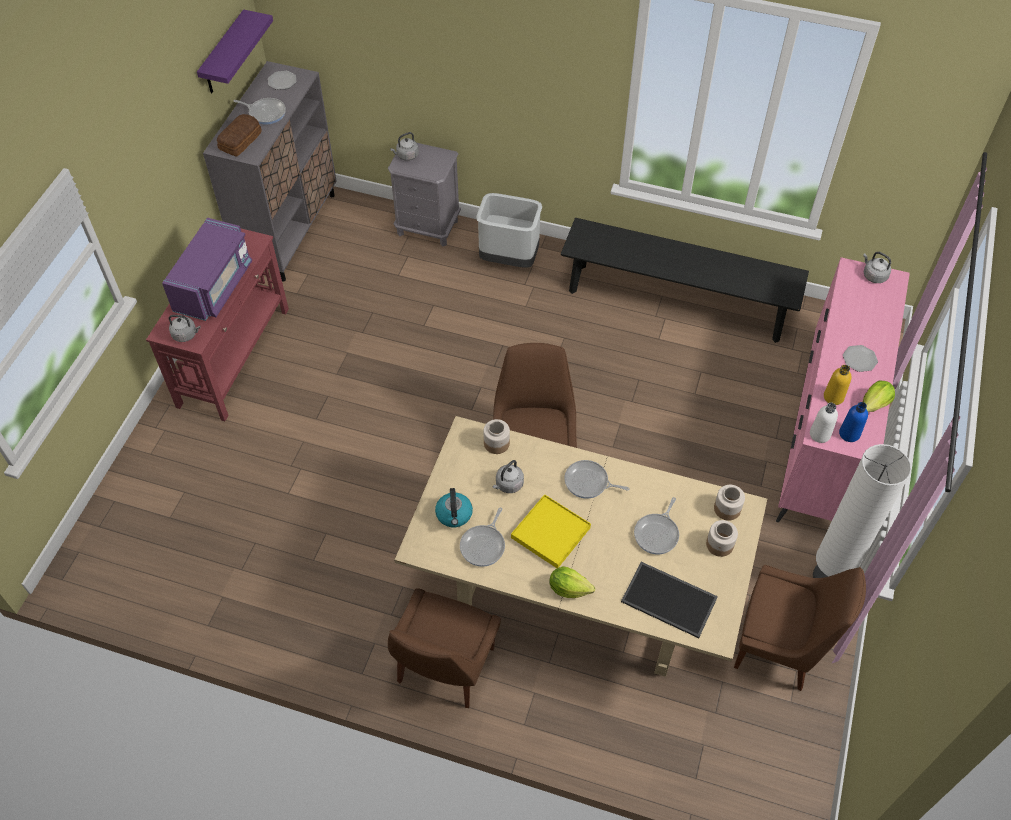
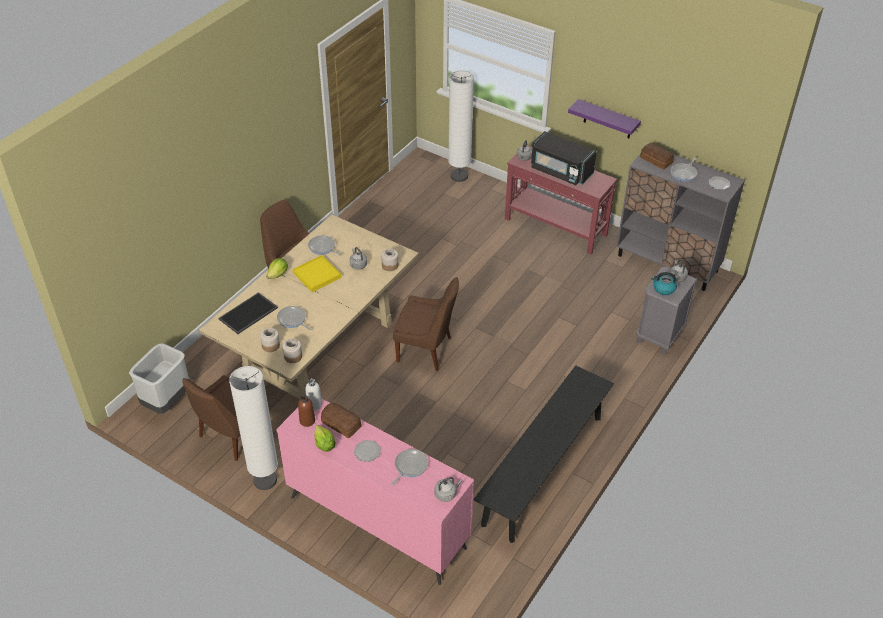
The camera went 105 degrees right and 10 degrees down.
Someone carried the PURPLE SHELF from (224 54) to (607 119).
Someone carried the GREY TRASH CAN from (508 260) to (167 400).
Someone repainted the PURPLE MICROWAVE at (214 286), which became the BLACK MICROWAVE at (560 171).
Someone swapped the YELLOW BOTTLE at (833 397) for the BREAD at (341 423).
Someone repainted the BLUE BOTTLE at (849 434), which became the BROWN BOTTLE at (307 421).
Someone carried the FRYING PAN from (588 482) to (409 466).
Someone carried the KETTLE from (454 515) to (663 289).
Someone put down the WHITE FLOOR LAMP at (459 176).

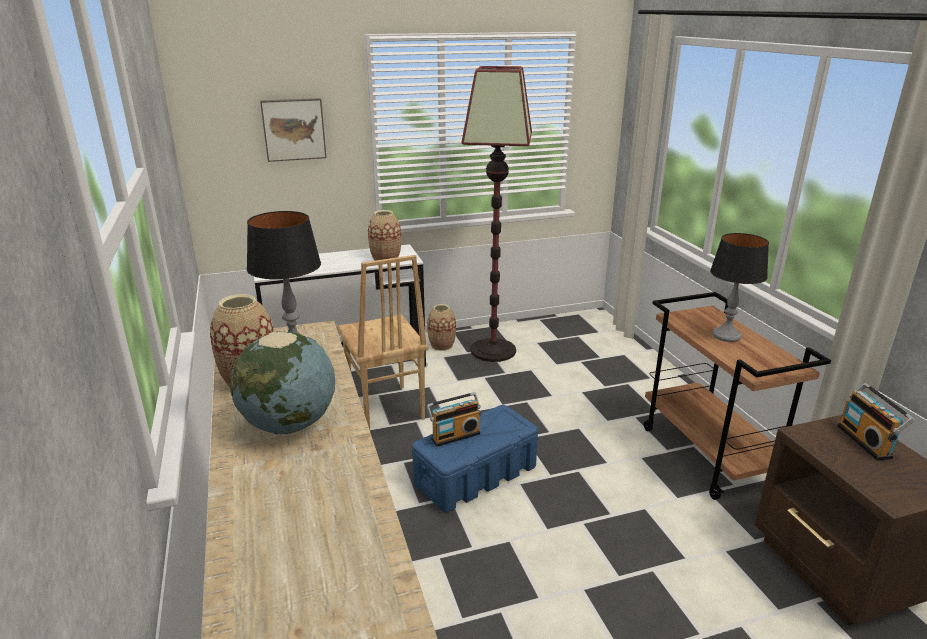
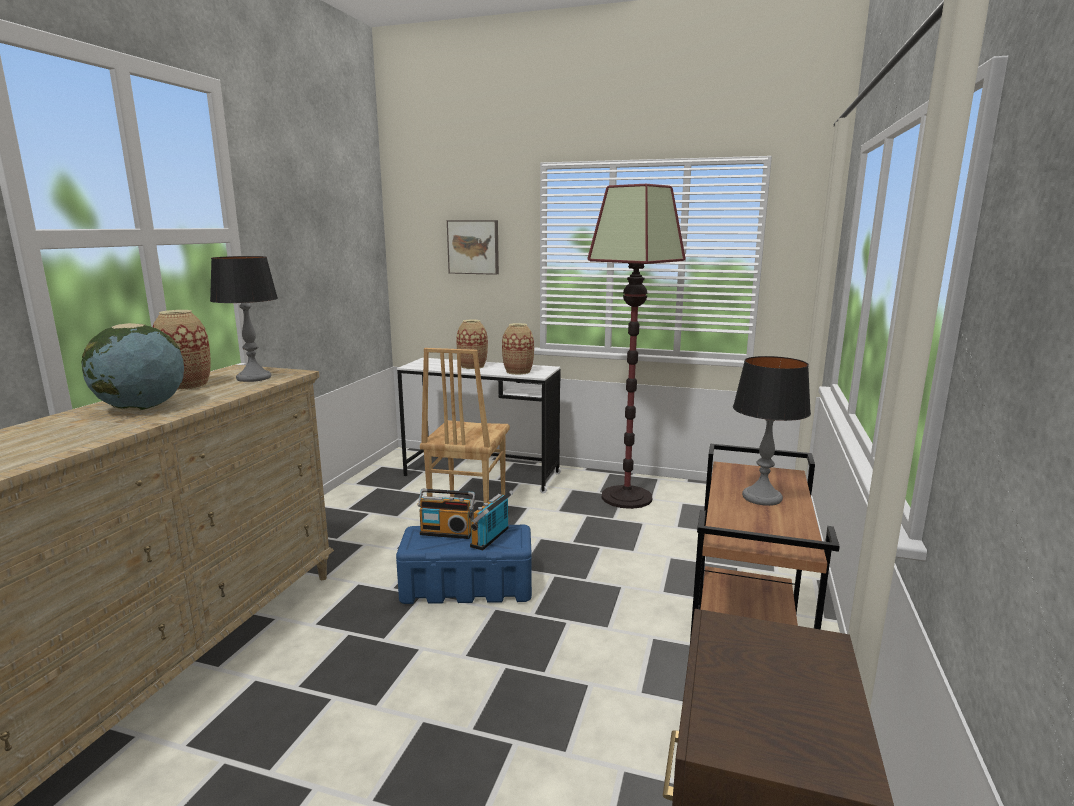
The camera went 35 degrees right and 10 degrees down.
Someone carried the VASE from (441 345) to (472 366).
Someone carried the RADIO from (866 441) to (492 538).

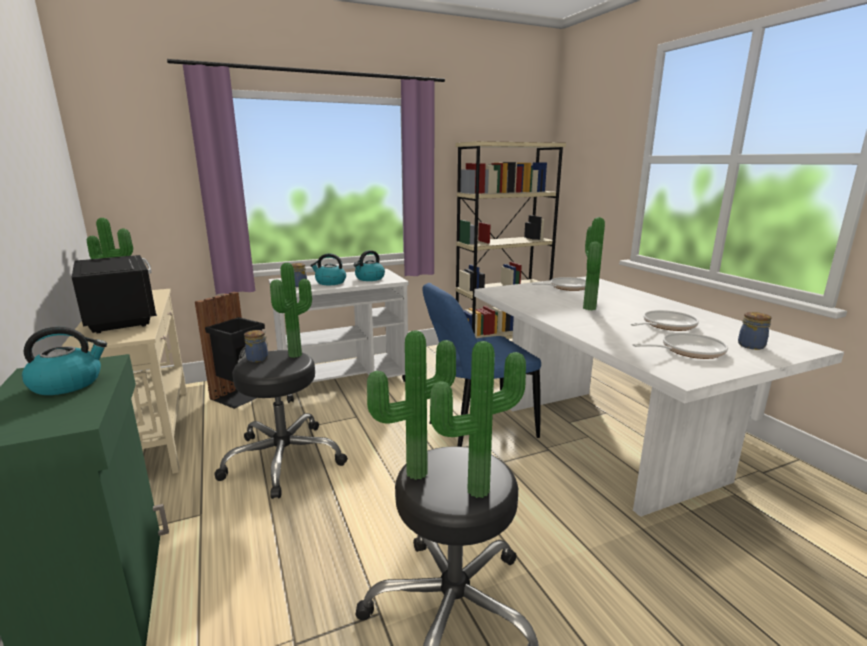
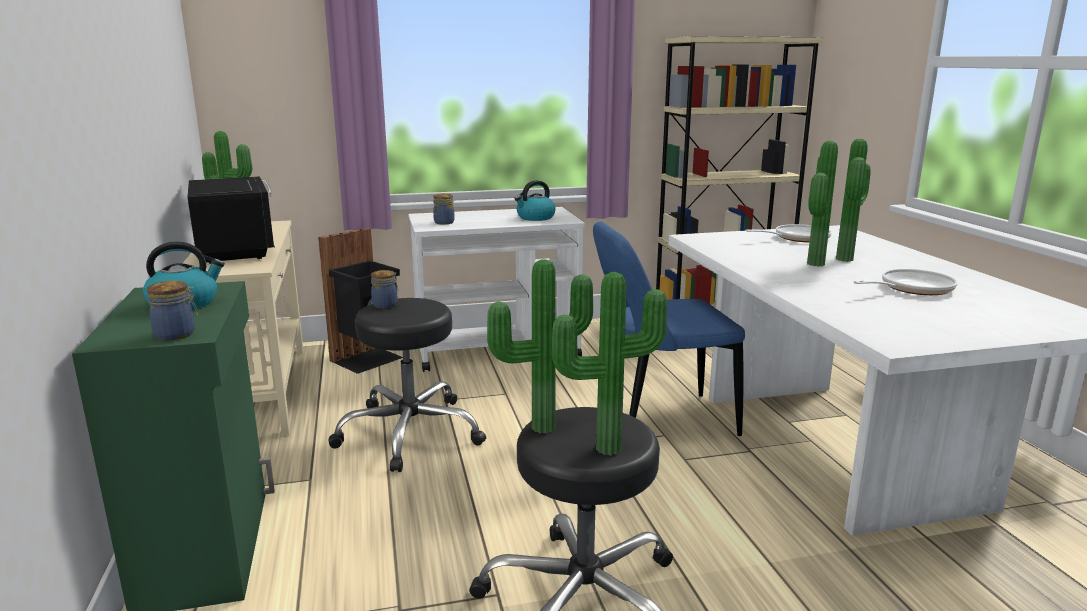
The camera went 10 degrees right and 0 degrees up.
Someone took away the KETTLE at (330 282).
Someone carried the POTTED PLANT from (297 355) to (848 259).
Someone carried the JAR from (752 345) to (177 334).
Someone took away the FRYING PAN at (687 351).

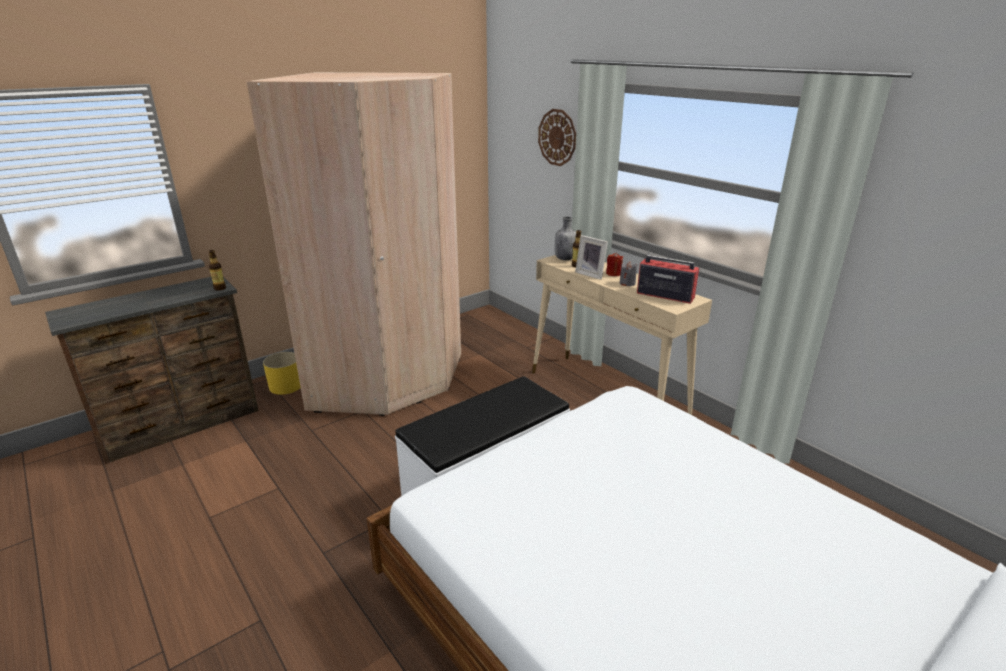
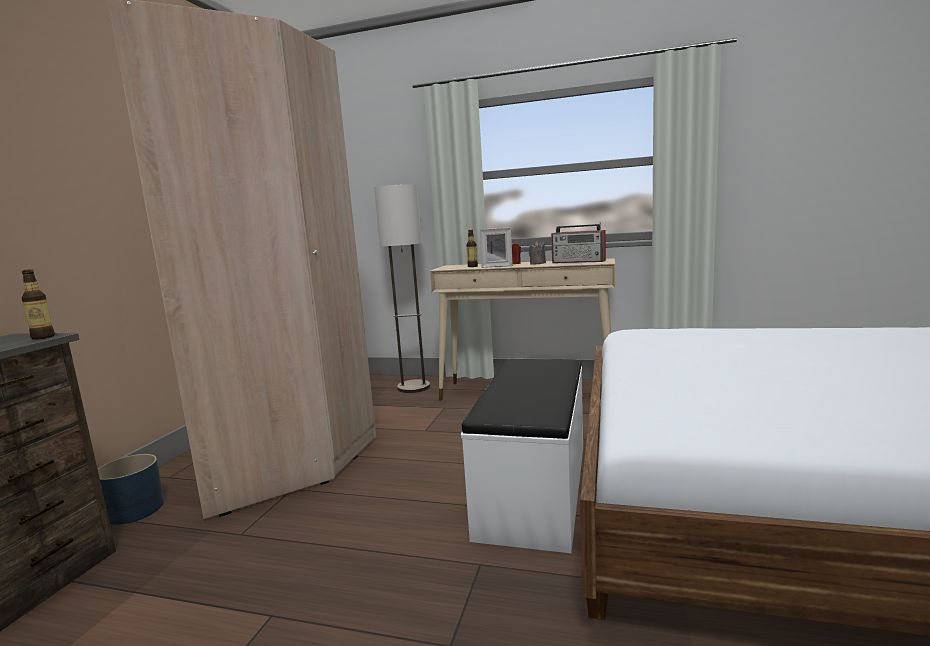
The camera went 35 degrees left and 15 degrees down.
Someone took away the WALL CLOCK at (557 137).
Someone took away the GREY BOTTLE at (565 259).
Someone rotated the RADIO at (664 295) by 150 degrees counterclockwise.
Someone repainted the YELLOW PLANTER at (286 386), which became the BLUE PLANTER at (134 510).
Someone put down the FLOOR LAMP at (413 387).

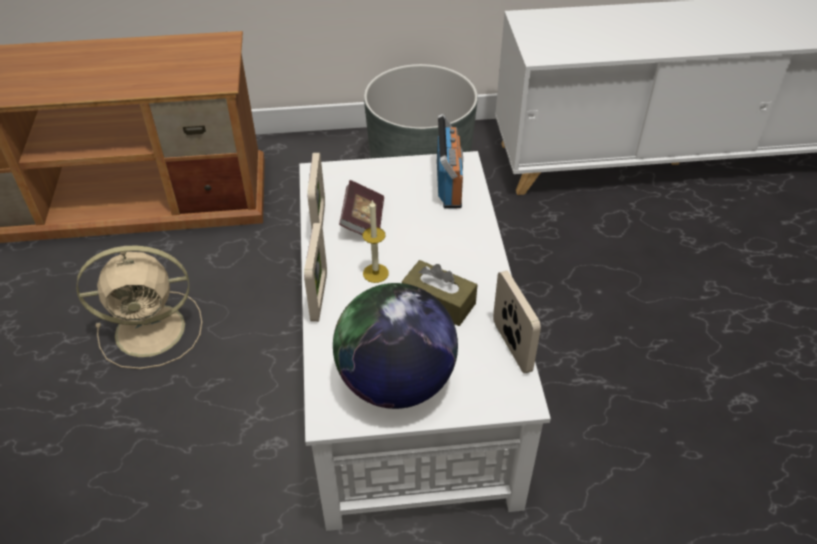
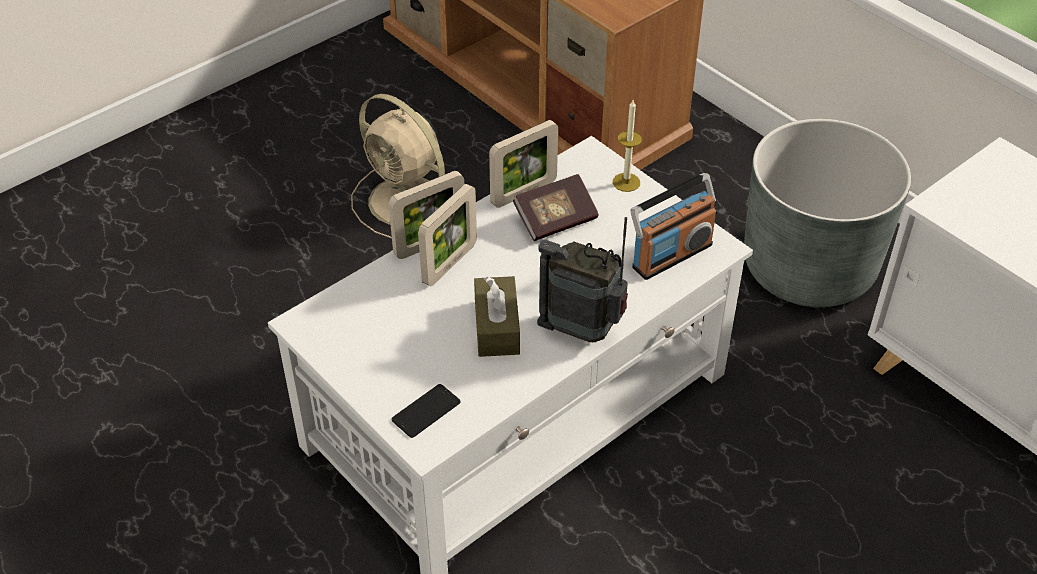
The camera went 55 degrees right and 0 degrees up.
Someone carried the CANDLE from (375 273) to (626 182).
Someone carried the PICTURE FRAME from (511 346) to (450 264).
Someone took away the GLOBE at (396 382).
Someone put down the RADIO at (582 331).
Someone put down the PHONE at (426 411).

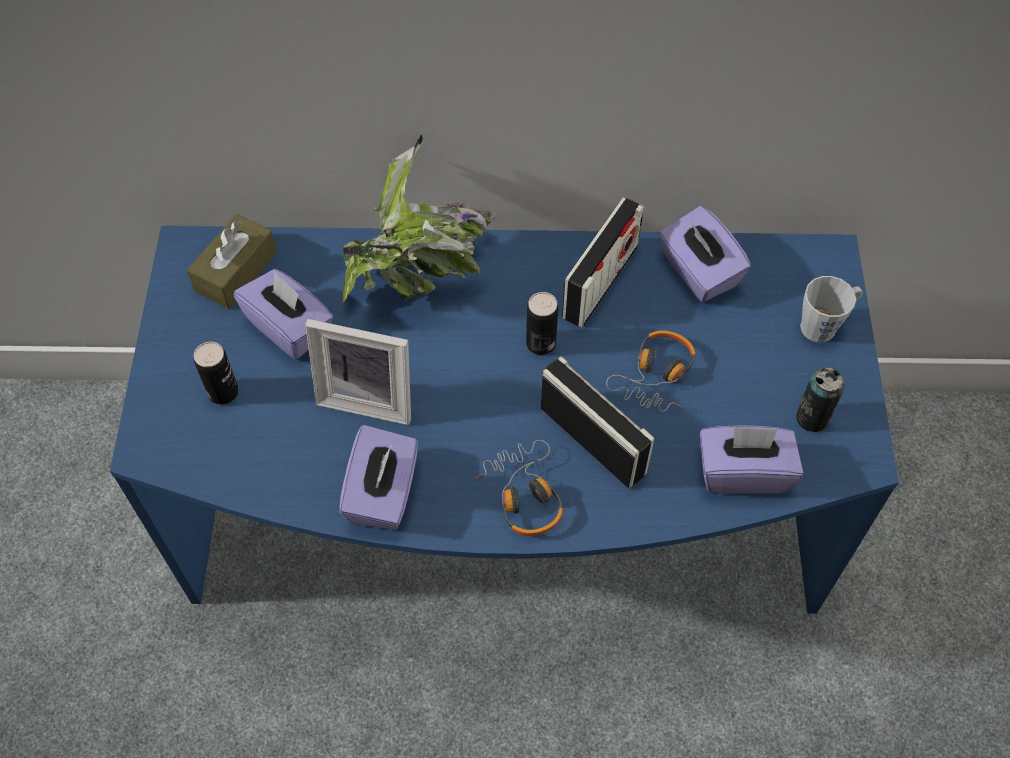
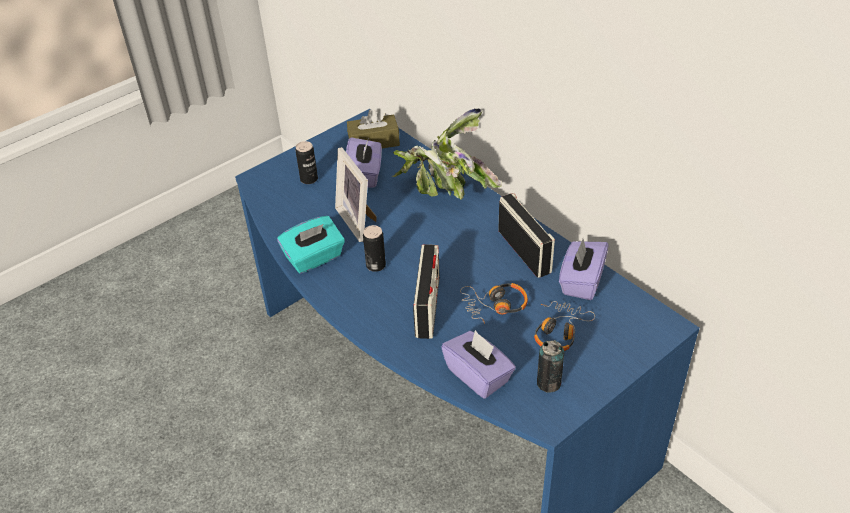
The camera went 50 degrees right and 15 degrees down.
Someone rotated the RADIO at (600 282) by 105 degrees counterclockwise.
Someone took away the GREY MUG at (824 325).
Someone carried the CAN from (541 343) to (376 265).
Someone repainted the PURPLE TISSUE BOX at (383 494), which became the TURQUOISE TISSUE BOX at (314 258).
Someone carried the HEADPHONES from (524 495) to (559 331).

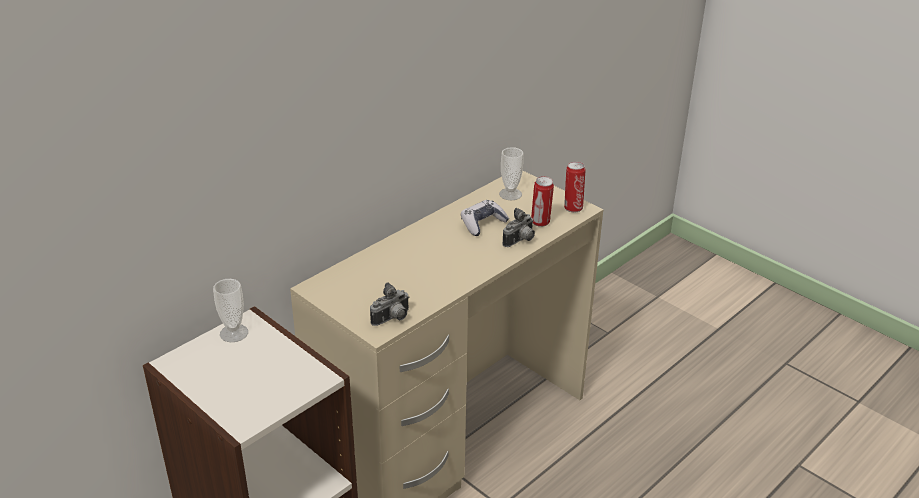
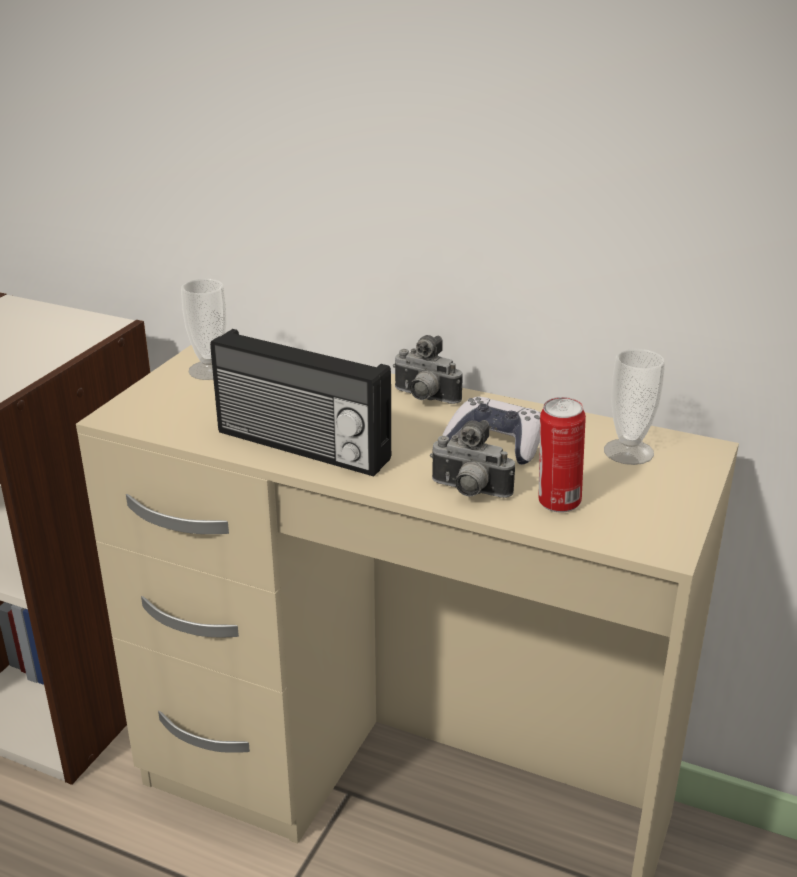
The camera went 70 degrees right and 5 degrees down.
Someone took away the CAN at (573 208).
Someone carried the CUP from (234 333) to (210 370).
Someone carried the PHOTO CAMERA from (392 319) to (424 398).
Someone put down the RADIO at (301 447).

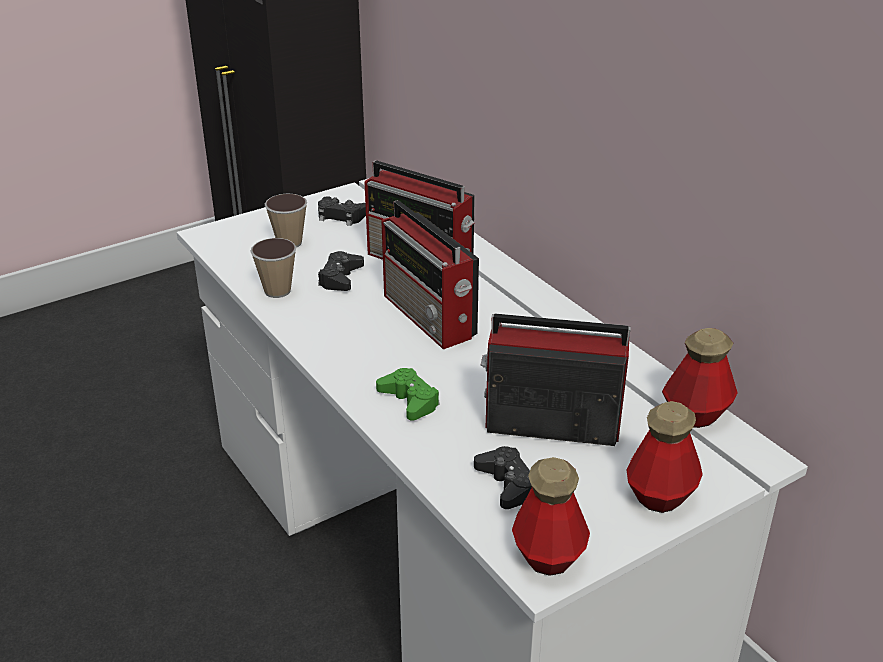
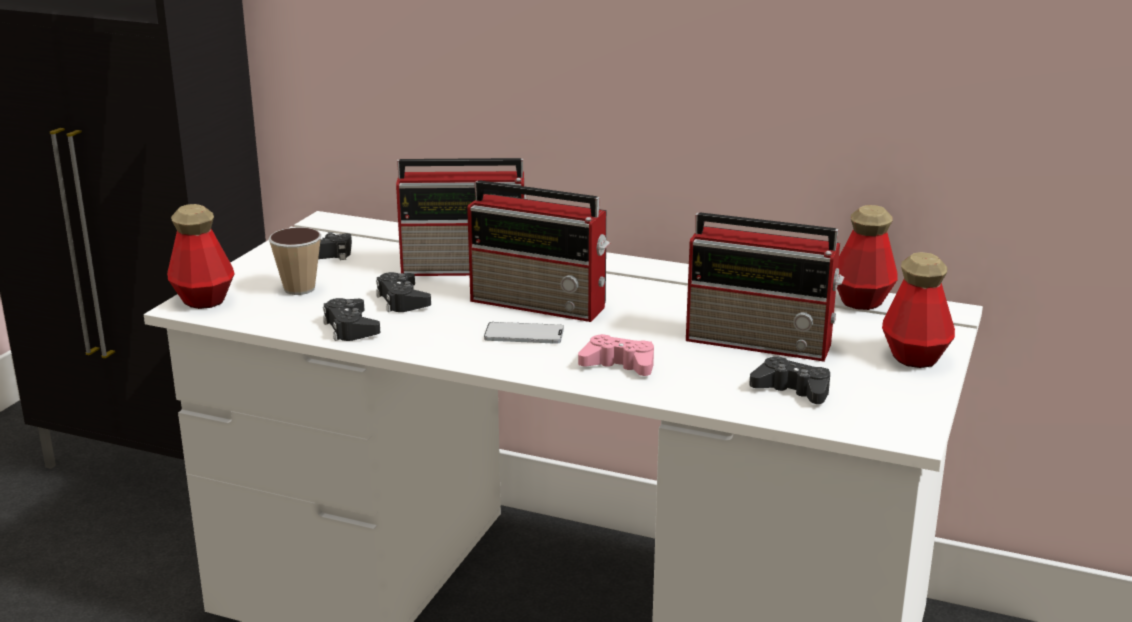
The camera went 35 degrees left and 10 degrees down.
Someone swapped the CUP at (277 291) for the BLACK GAME CONTROLLER at (350 328).
Someone rotated the RADIO at (548 424) by 135 degrees counterclockwise.
Someone repainted the GREEN GAME CONTROLLER at (409 400), which became the PINK GAME CONTROLLER at (619 365).
Someone carried the BOTTLE from (548 555) to (204 299).
Someone put down the PHONE at (524 335).

